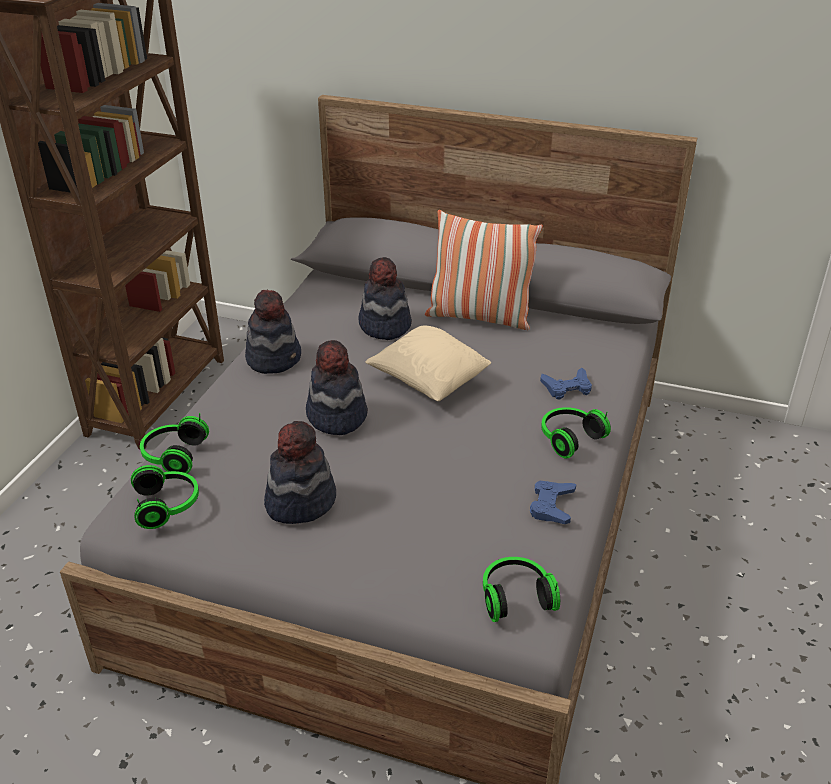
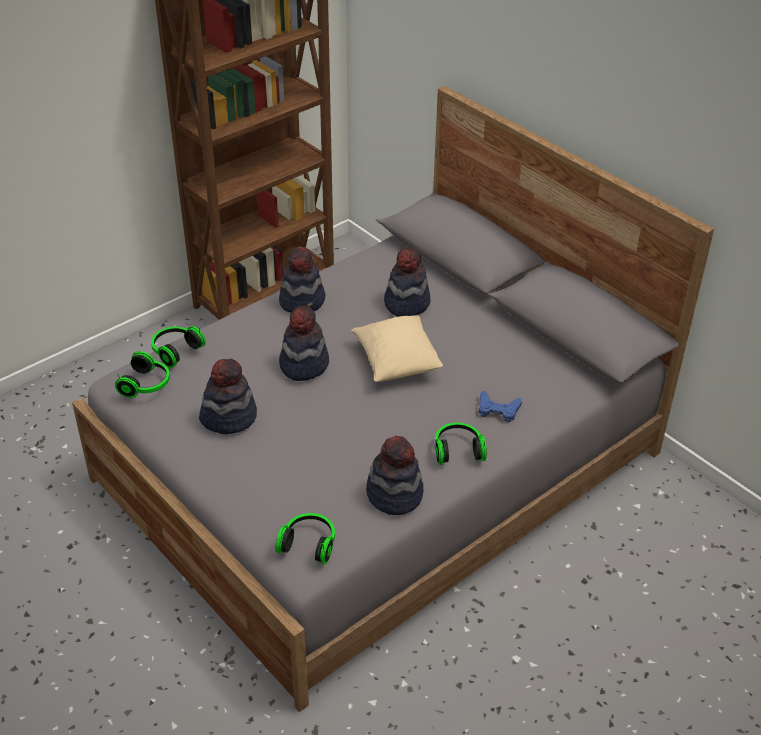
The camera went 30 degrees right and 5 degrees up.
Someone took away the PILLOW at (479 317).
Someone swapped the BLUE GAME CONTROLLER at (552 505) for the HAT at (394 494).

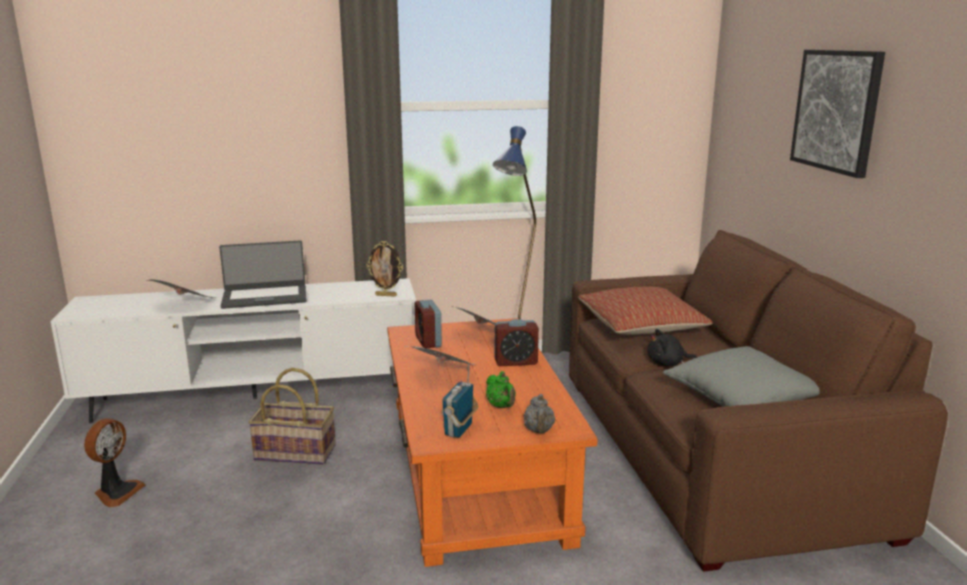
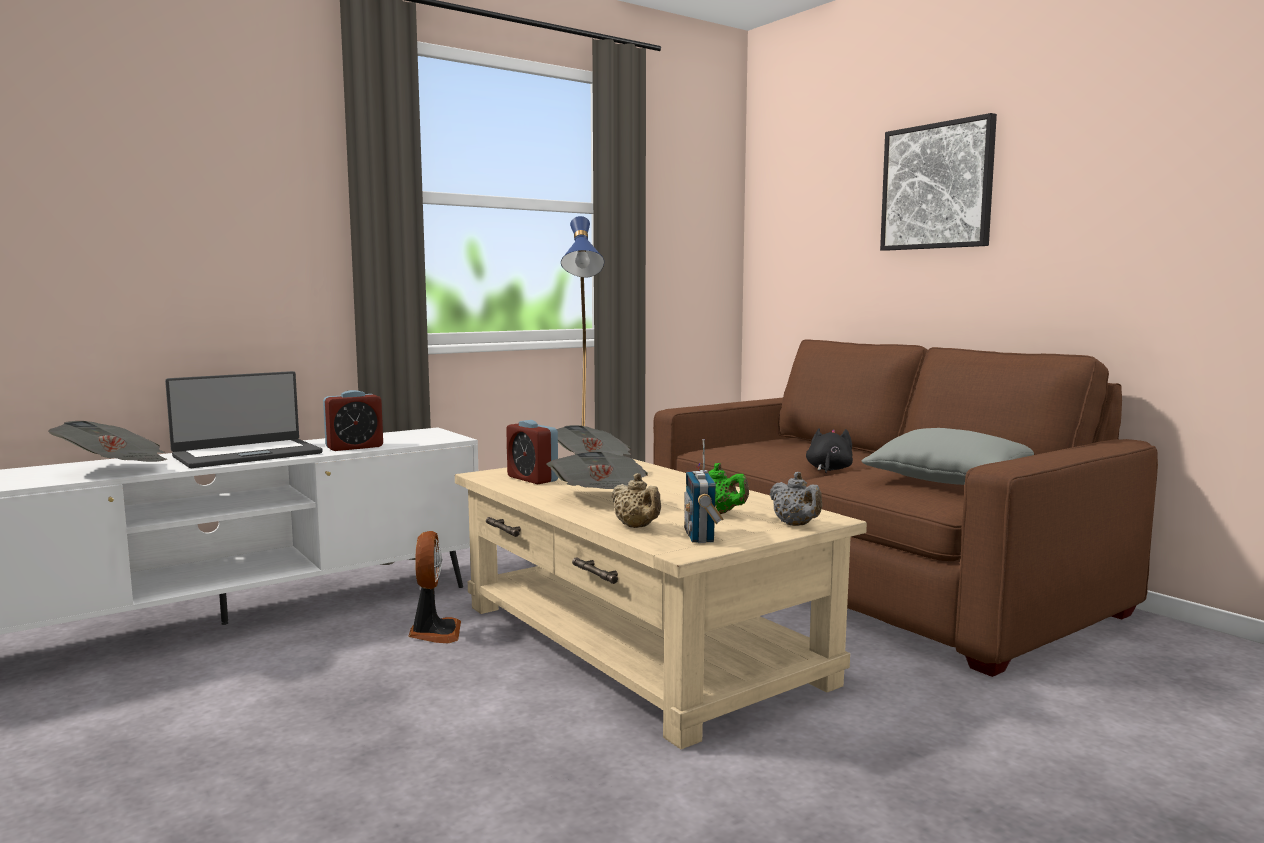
The camera went 25 degrees left and 10 degrees down.
Someone took away the PICTURE FRAME at (386 295).
Someone took away the PILLOW at (641 326).
Someone repainted the ORANGE COFFEE TABLE at (476 473), which became the BEIGE COFFEE TABLE at (638 643).
Someone carried the ALARM CLOCK from (516 362) to (354 447).
Someone rotated the BLACK PLUSH TOY at (668 363) by 135 degrees clockwise.
Someone took away the BASKET at (296 452).
Someone carried the FAN from (116 492) to (434 632).
Someone put down the BEIGE TEAPOT at (637 527).

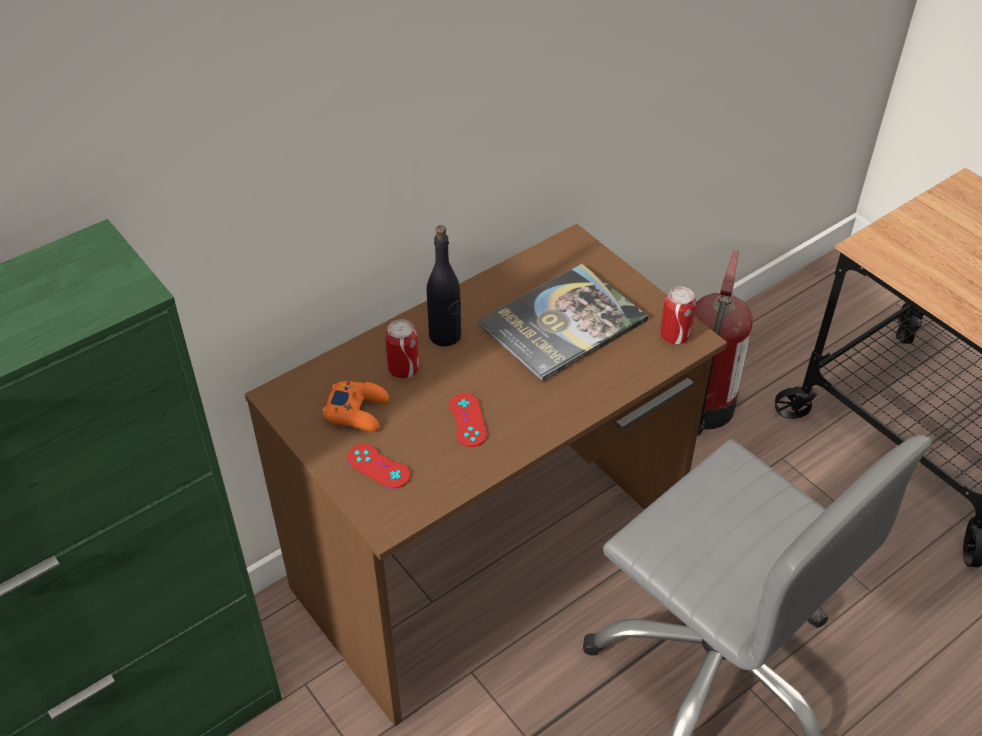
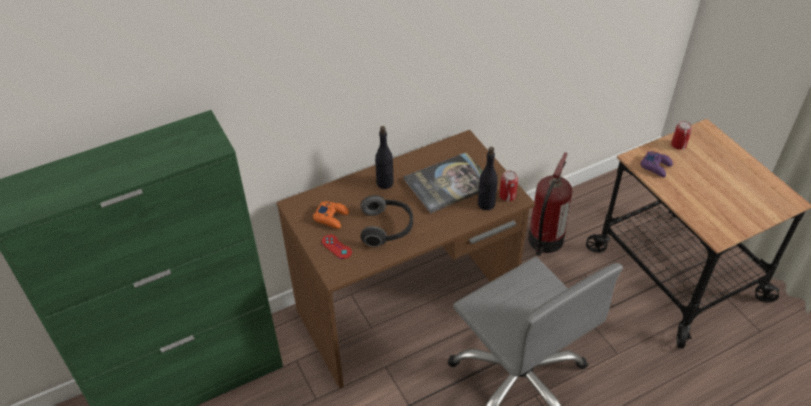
The camera went 10 degrees right and 0 degrees up.
Someone carried the CAN from (403 369) to (678 145).
Someone swapped the RED GAME CONTROLLER at (467 420) for the HEADPHONES at (387 228).
Someone put down the BLACK BOTTLE at (486 204).
Someone put down the PURPLE GAME CONTROLLER at (656 166).

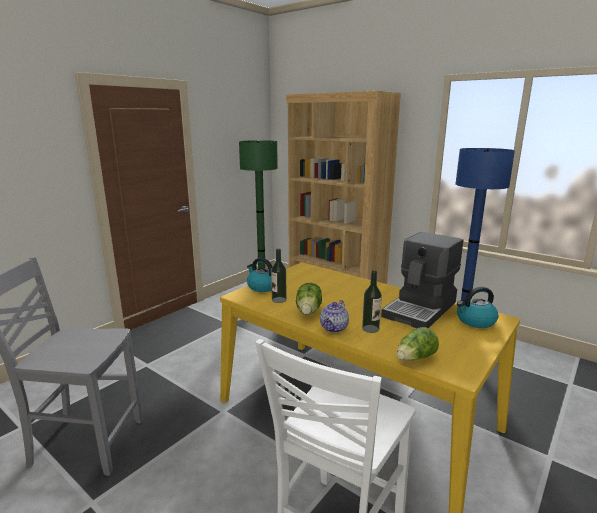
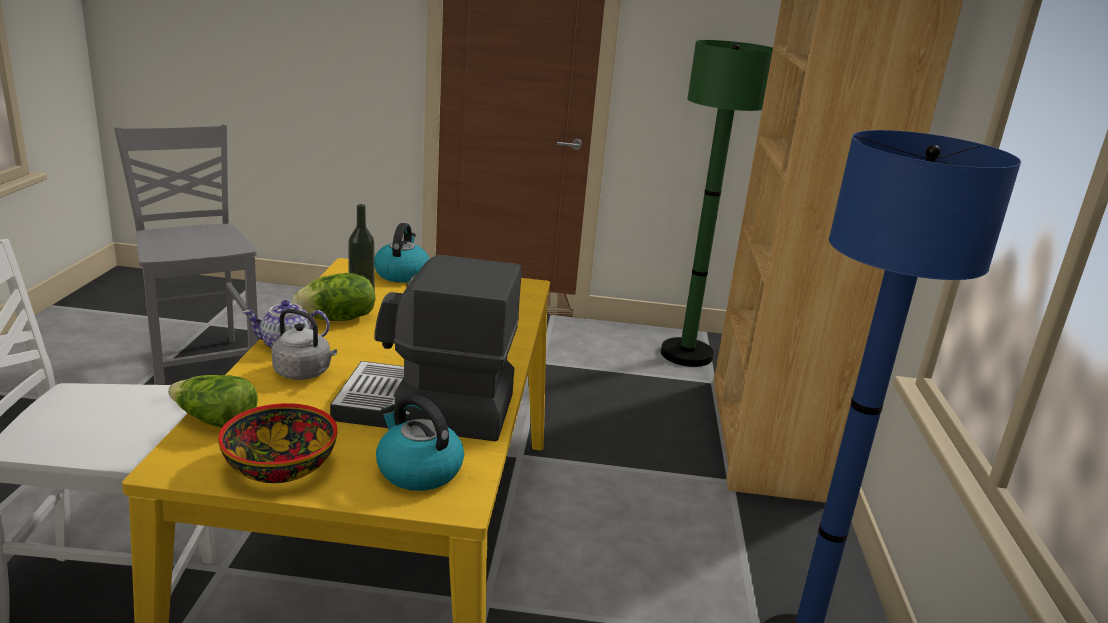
The camera went 55 degrees right and 5 degrees up.
Someone swapped the BOTTLE at (370 329) for the GREY KETTLE at (304 373).
Someone put down the BOWL at (280 468).

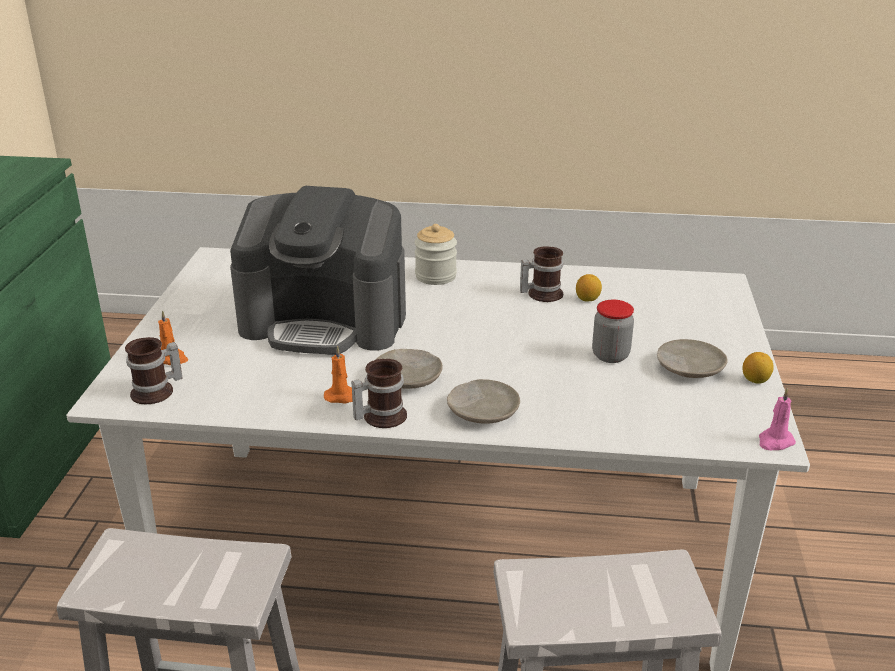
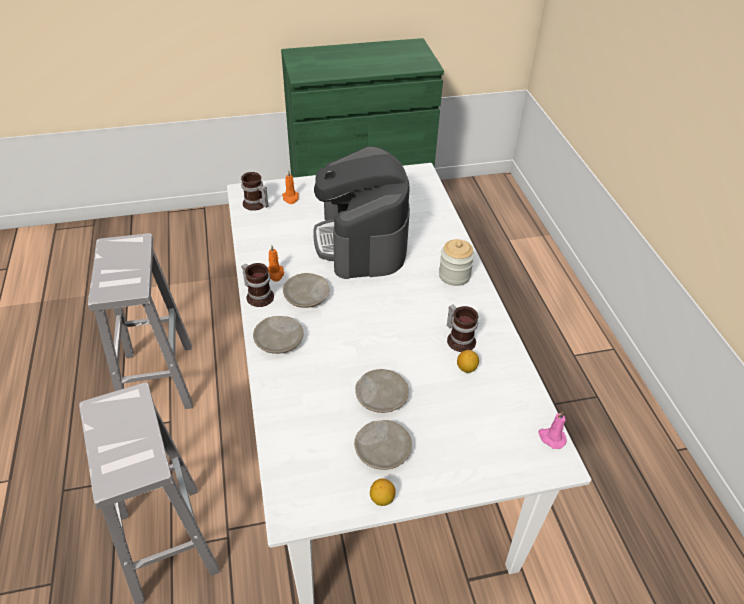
The camera went 70 degrees right and 15 degrees up.
Someone swapped the JAR at (610 355) for the BEIGE PLATE at (381 396).
Someone carried the PINK CANDLE from (775 442) to (551 438).

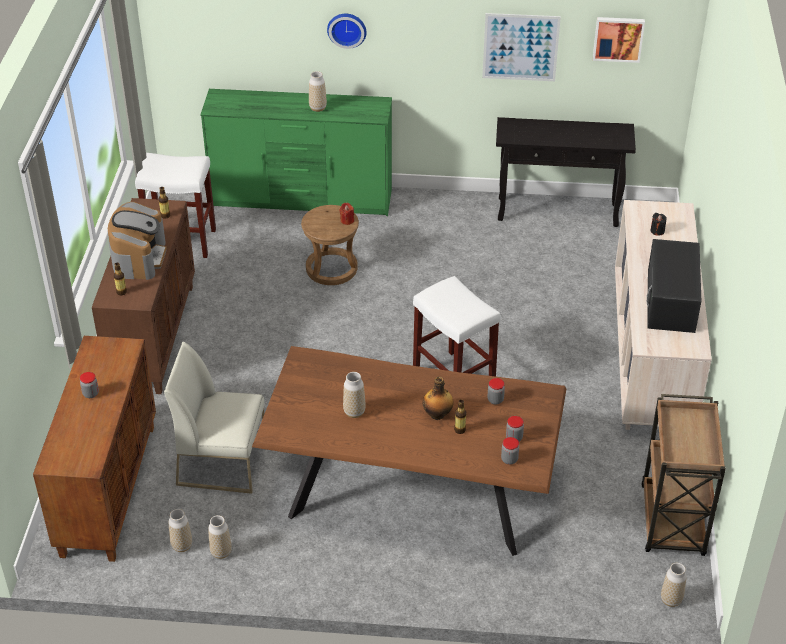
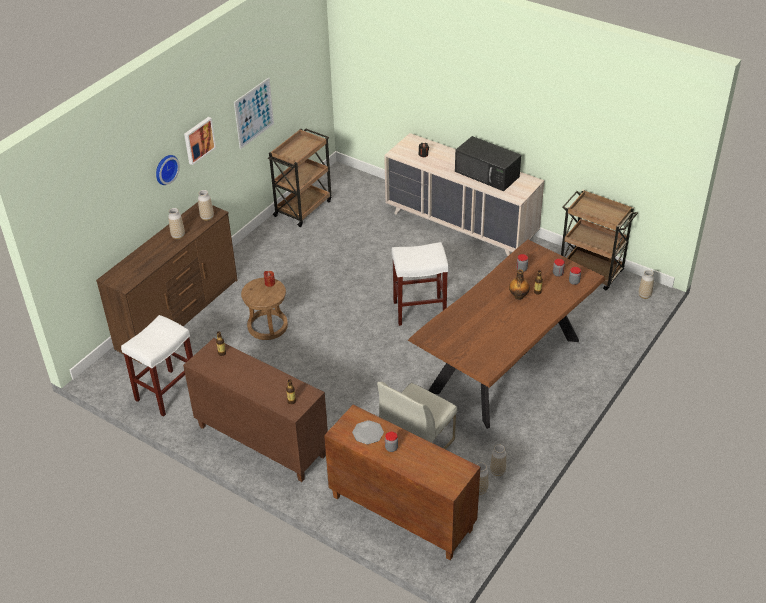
The camera went 60 degrees left and 0 degrees up.
Someone carried the PICTURE from (618 38) to (198 140).
Someone repainted the GREEN DRESSER at (302 199), which became the BROWN DRESSER at (179 314).
Someone swapped the BLACK CONSOLE TABLE at (558 212) for the BROWN CART at (303 207).
Someone took away the COFFEE MACHINE at (139 257).
Someone carried the VASE from (354 412) to (207 217).
Someone put down the PLATE at (368 433).

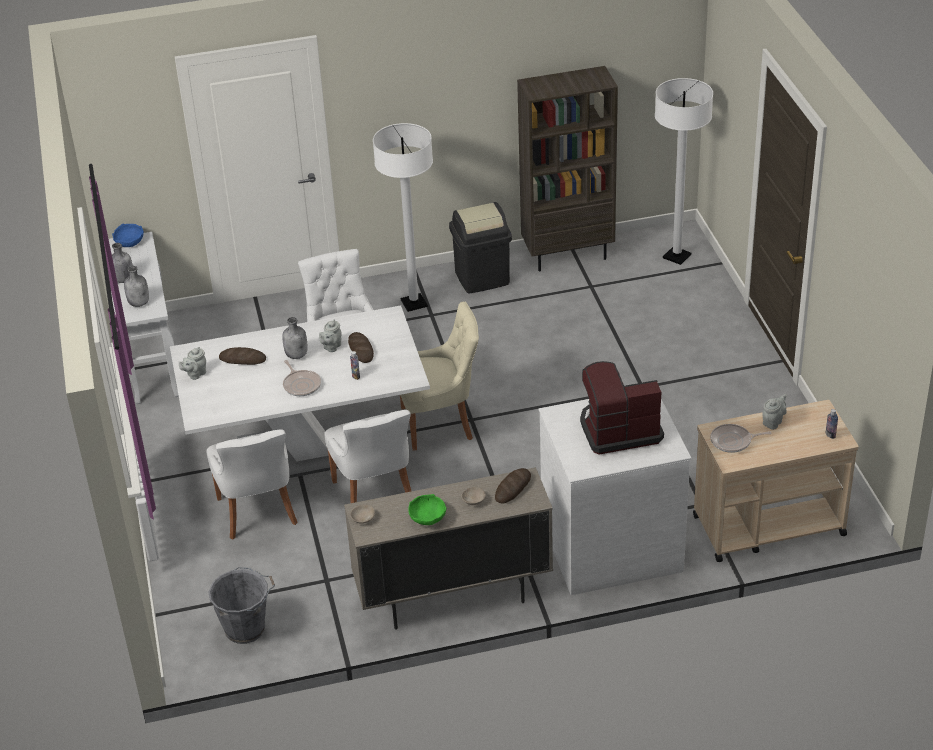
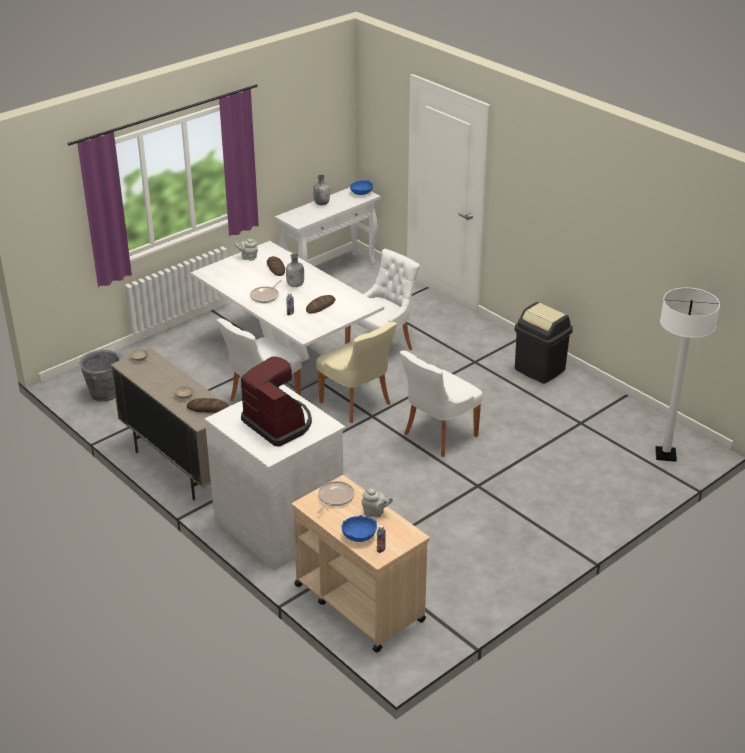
The camera went 60 degrees right and 5 degrees down.
Someone took away the BROWN BOOKCASE at (568 255).
Someone took away the WHITE FLOOR LAMP at (414 303).
Someone took away the GREY BOTTLE at (139 303).
Someone took away the GREY TEAPOT at (331 347).
Someone rotated the FRYING PAN at (733 441) by 60 degrees clockwise.
Someone carried the WHITE CHAIR from (258 513) to (438 435).
Someone took away the GREEN BOWL at (428 518).
Someone put down the BLUE BOWL at (359 535).

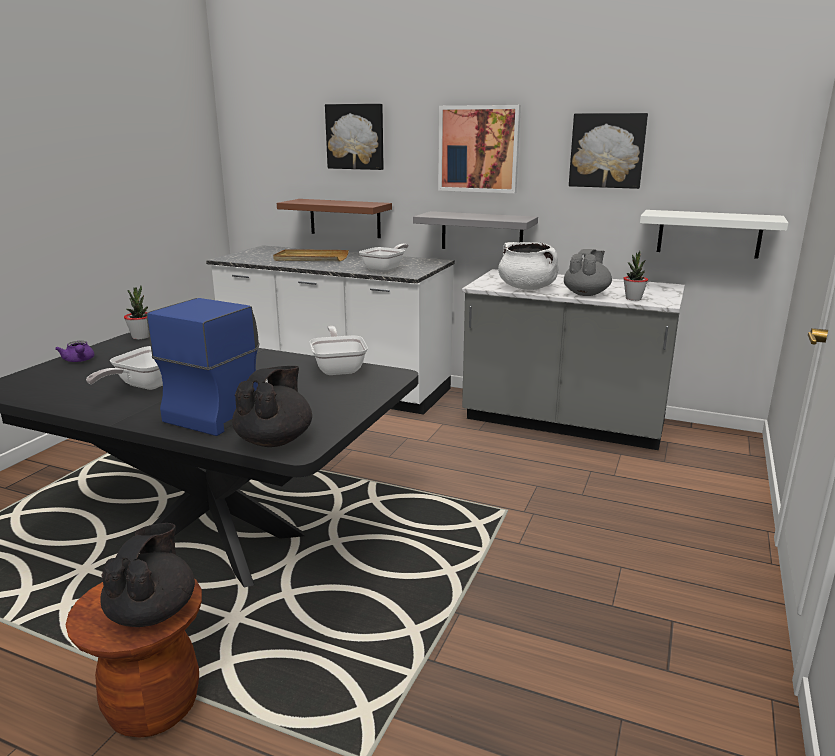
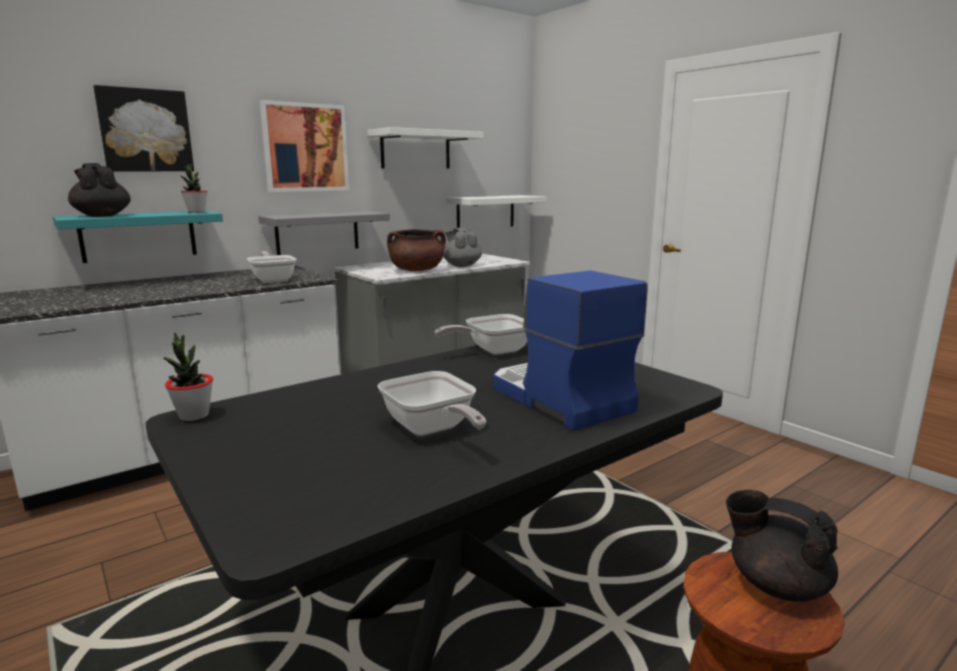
The camera went 60 degrees left and 5 degrees down.
Someone swapped the PICTURE at (607 150) for the WHITE SHELF at (415 150).
Someone repainted the BROWN SHELF at (345 218), which became the TURQUOISE SHELF at (139 236).
Someone repainted the WHITE COOKING POT at (527 288), which became the BROWN COOKING POT at (417 270).
Someone took away the BEIGE TRAY at (311 258).
Someone carried the POTTED PLANT from (633 298) to (196 212).
Someone rotated the FRYING PAN at (339 368) by 45 degrees counterclockwise.
Someone took away the PURPLE TEAPOT at (79 361).
Someone carried the BLACK TEAPOT from (275 440) to (102 216).

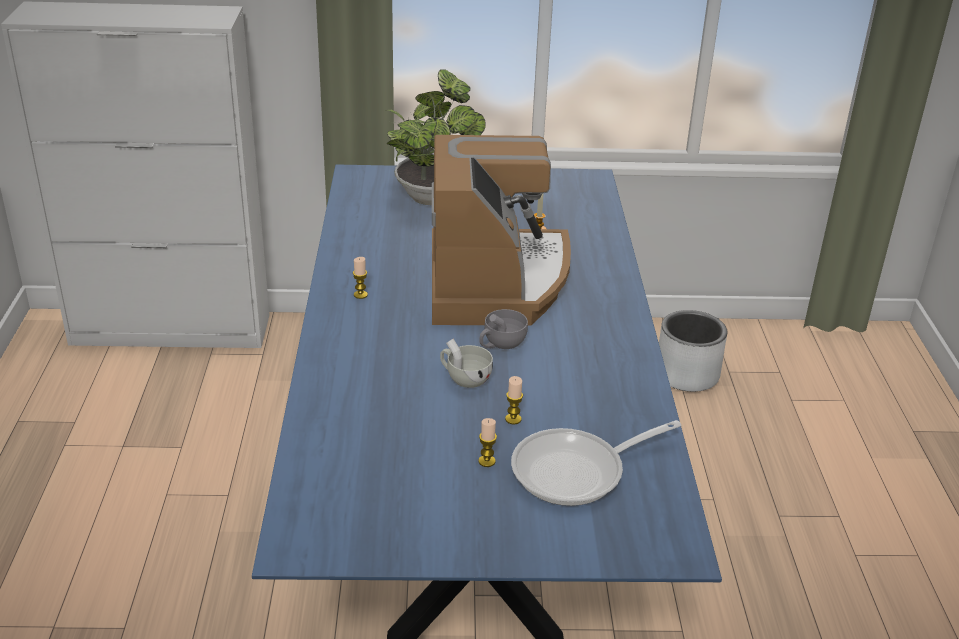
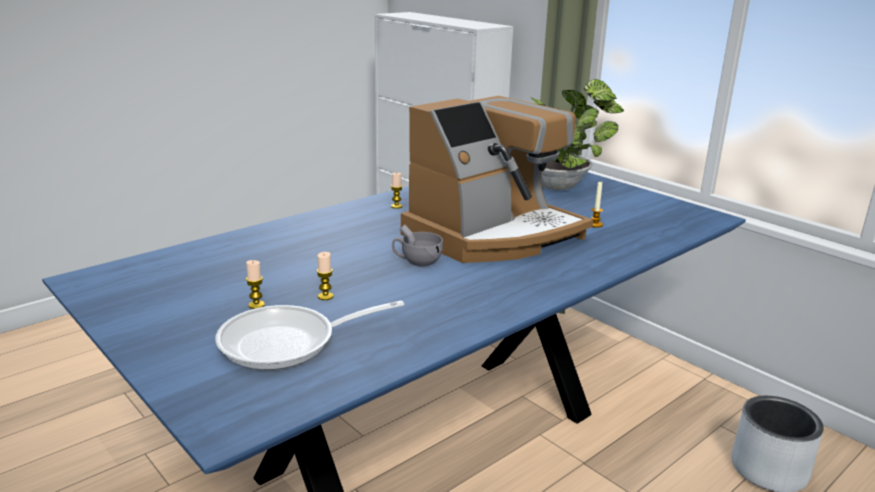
The camera went 50 degrees right and 10 degrees down.
Someone took away the WHITE CUP at (464 378).
Someone rotated the FRYING PAN at (577 472) by 45 degrees counterclockwise.

